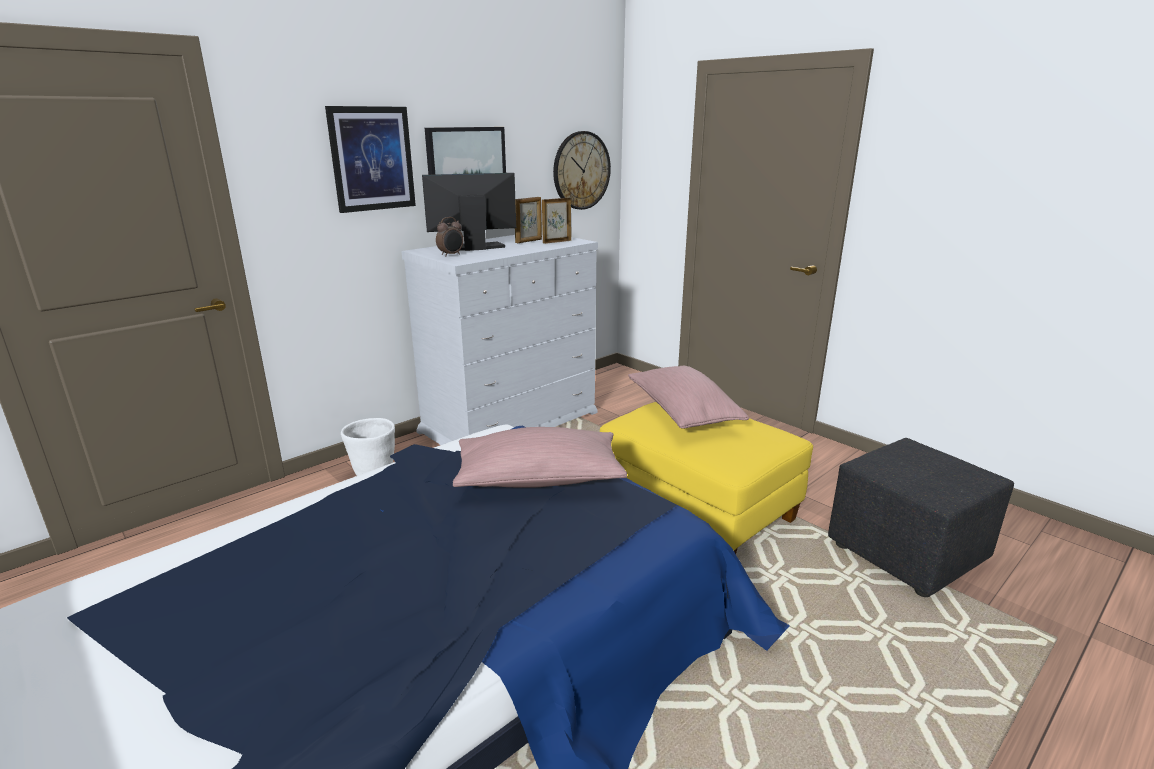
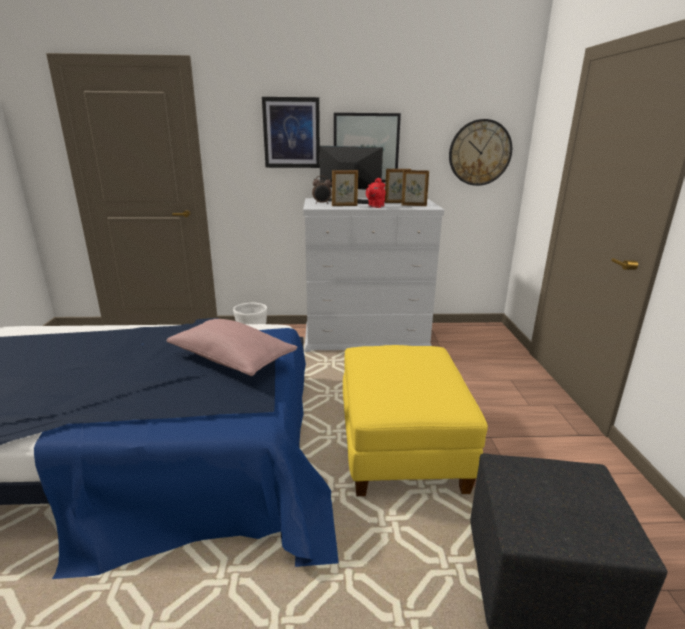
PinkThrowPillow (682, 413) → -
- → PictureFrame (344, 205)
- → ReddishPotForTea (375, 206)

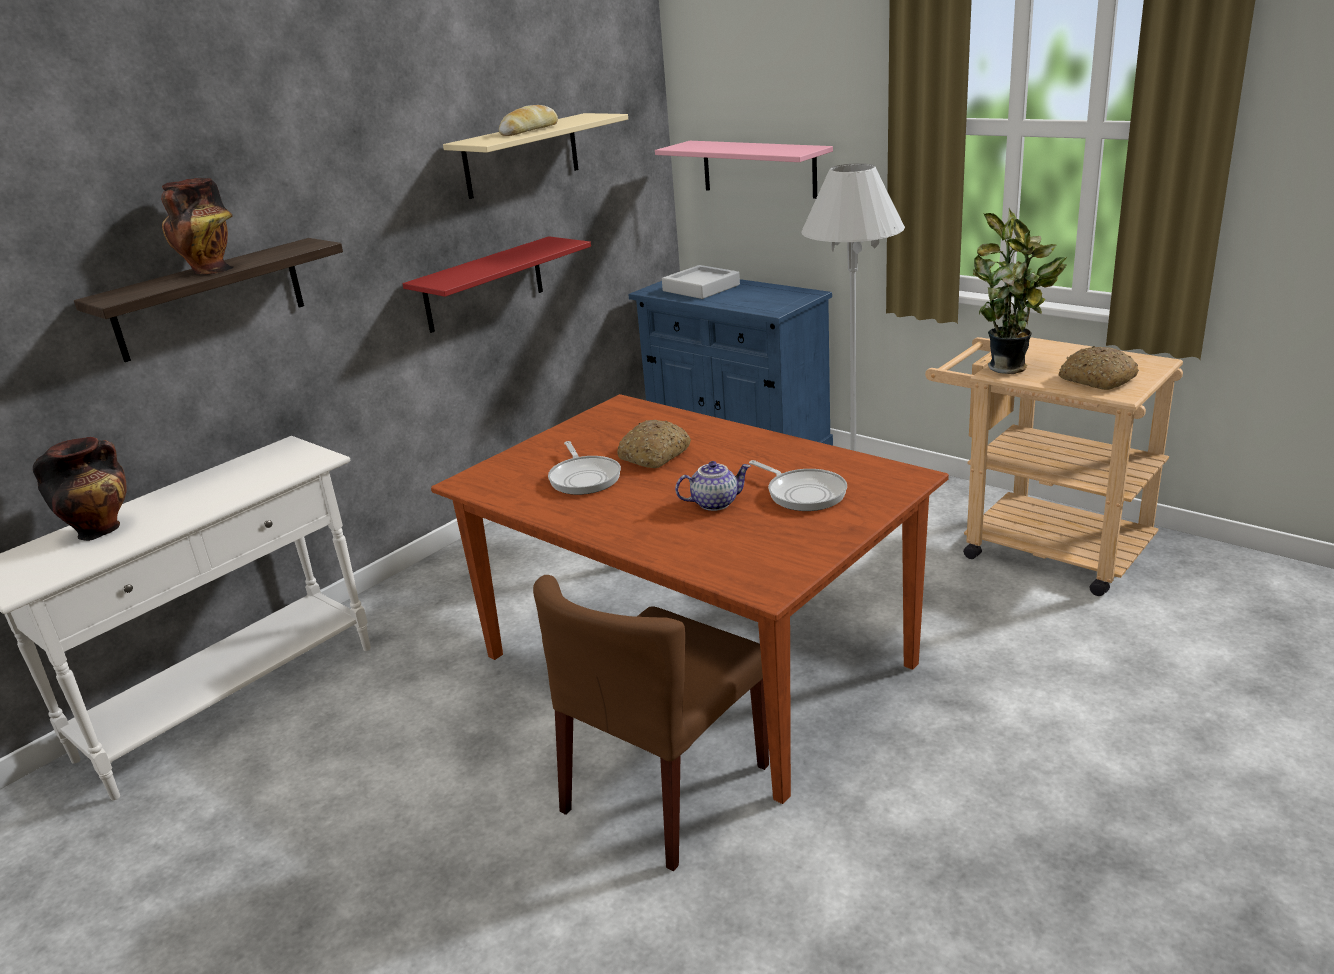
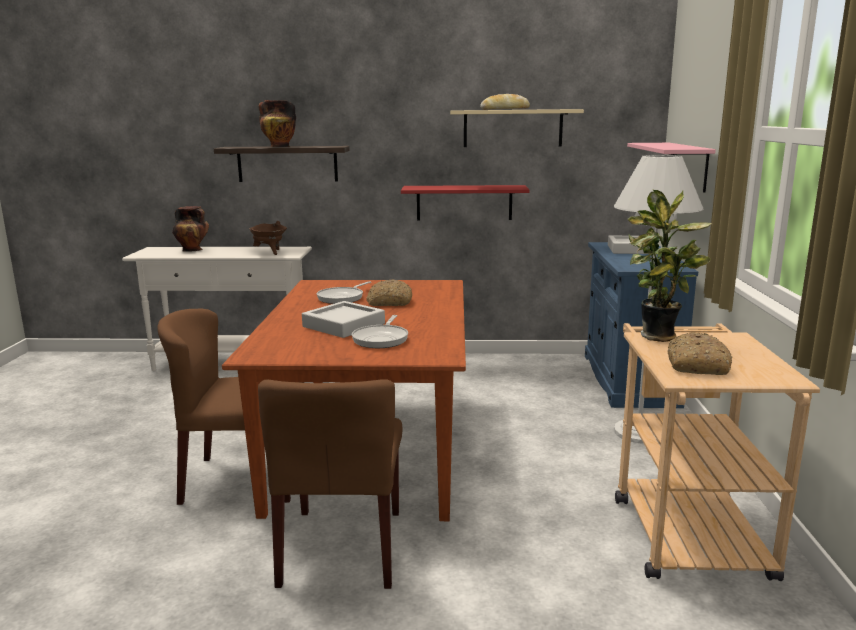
PotForTea (715, 503) → GreyServingTray (344, 325)
- → BrownColouredStockpot (269, 252)
- → BrownColouredUprightChair (342, 547)

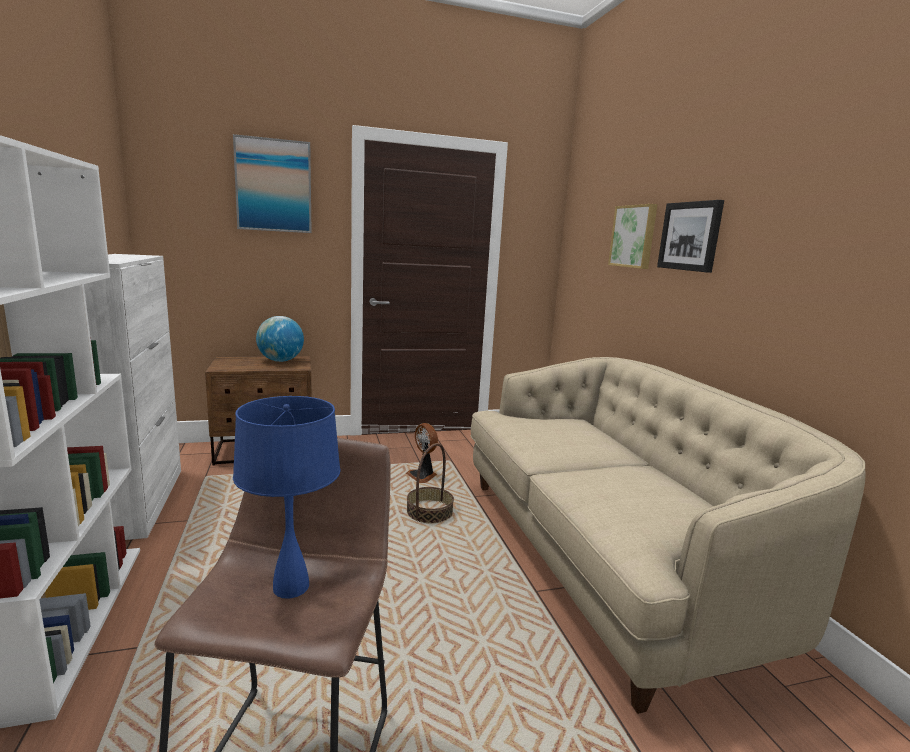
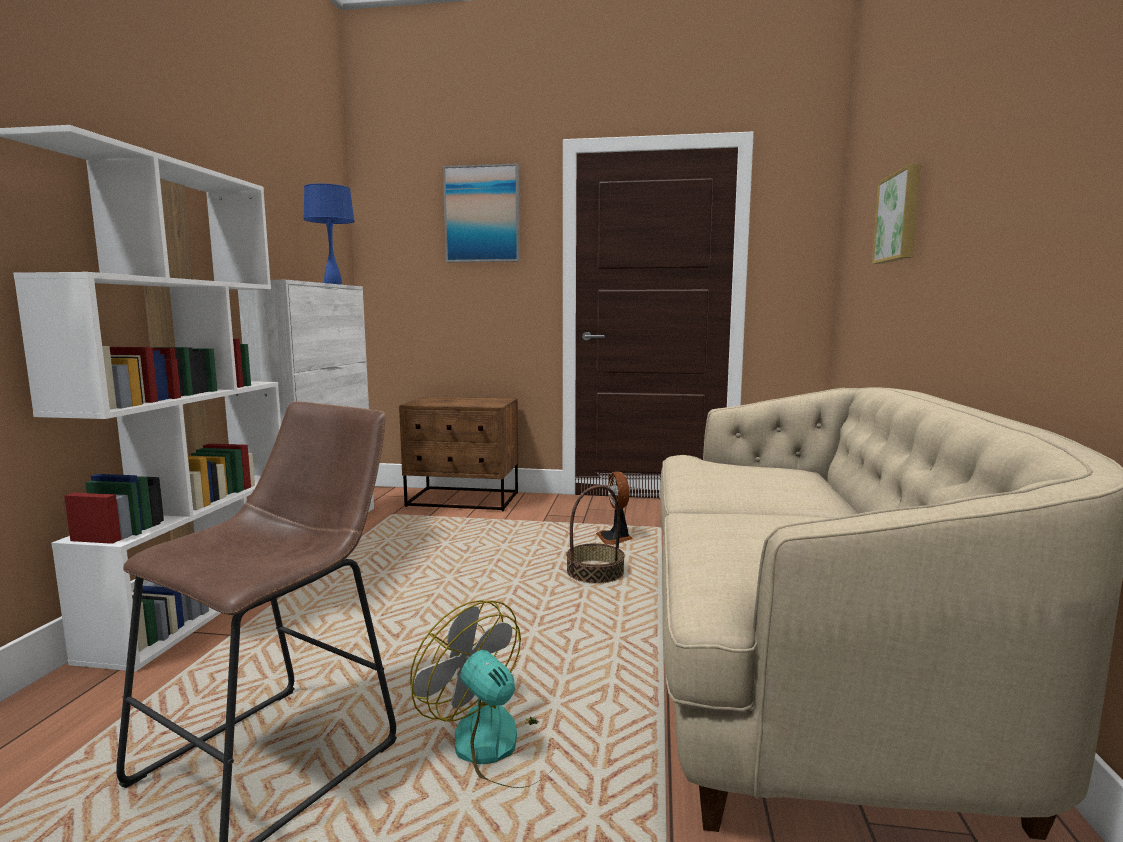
BlueColouredLampForATable (291, 586) → BlueColouredLampForATable (333, 284), move
WorldGlobe (280, 361) → -
Picture (690, 236) → -
- → CoolingFan (500, 747)

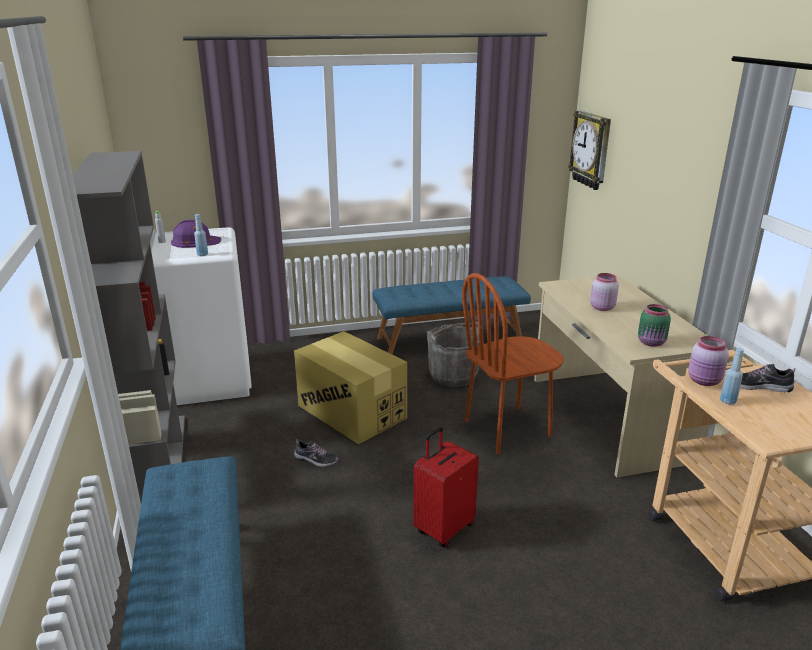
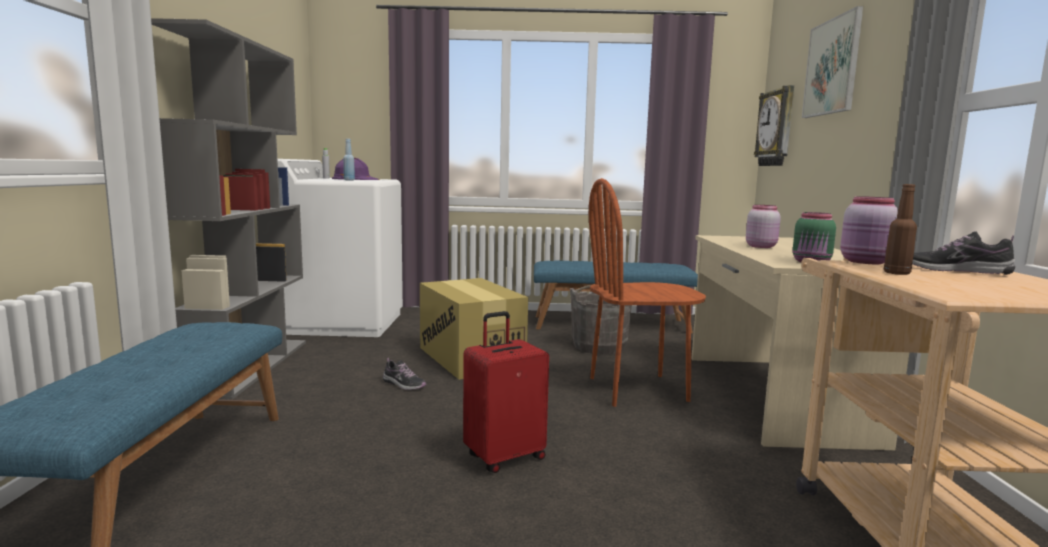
BlueColouredDrinkBottle (728, 401) → BrownColouredDrinkBottle (897, 273)
- → Picture (832, 67)

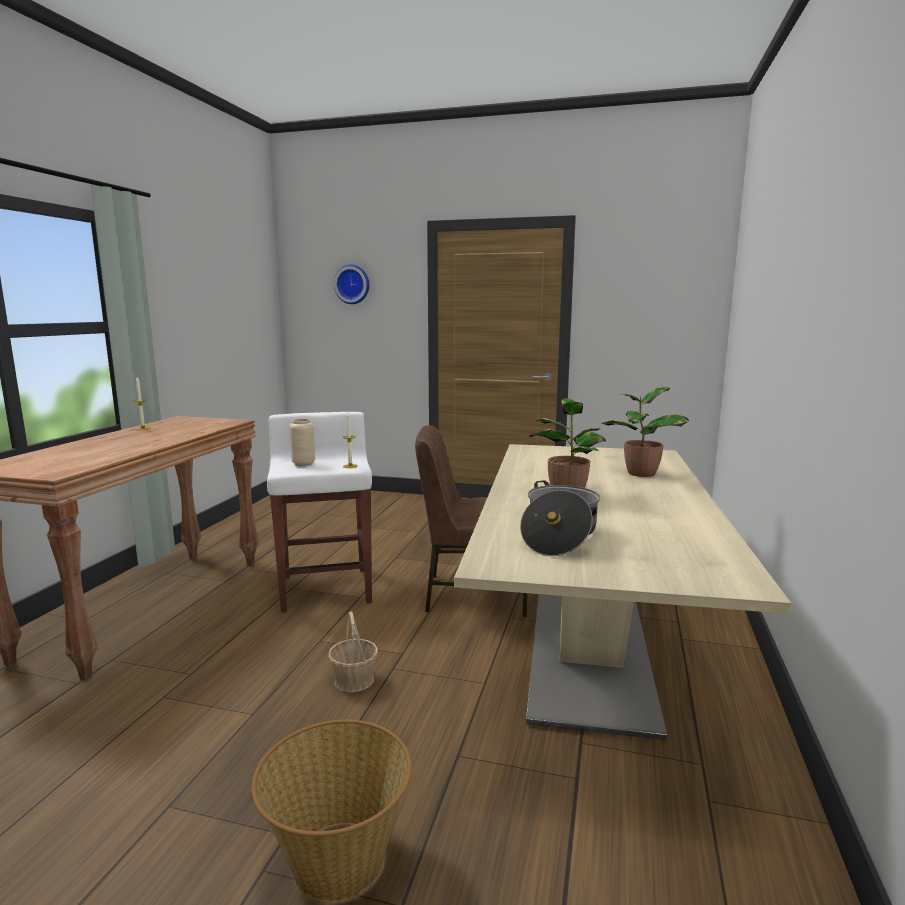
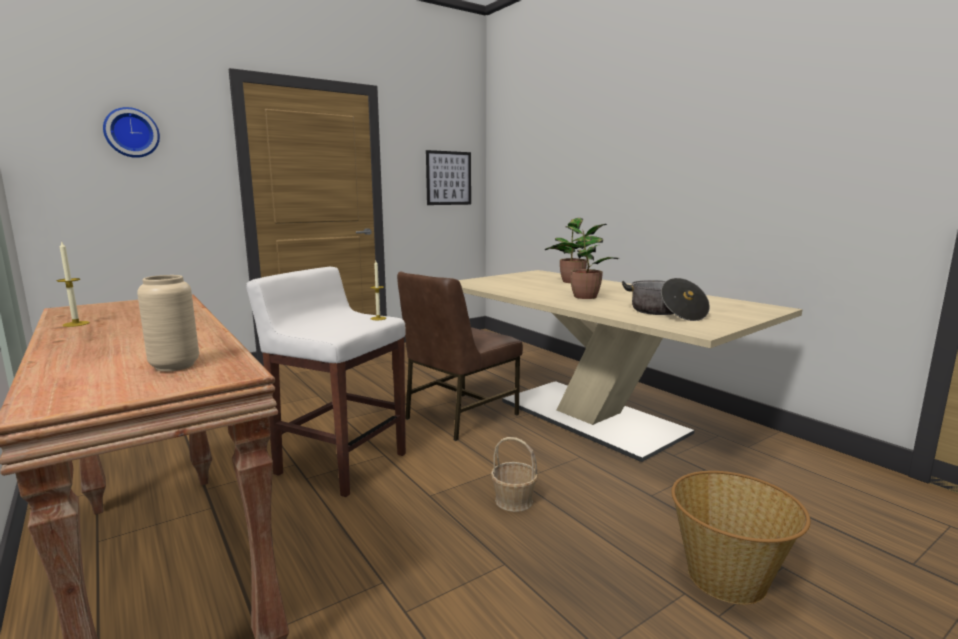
BeigeVase (303, 464) → BeigeVase (175, 366), move
- → Picture (448, 178)

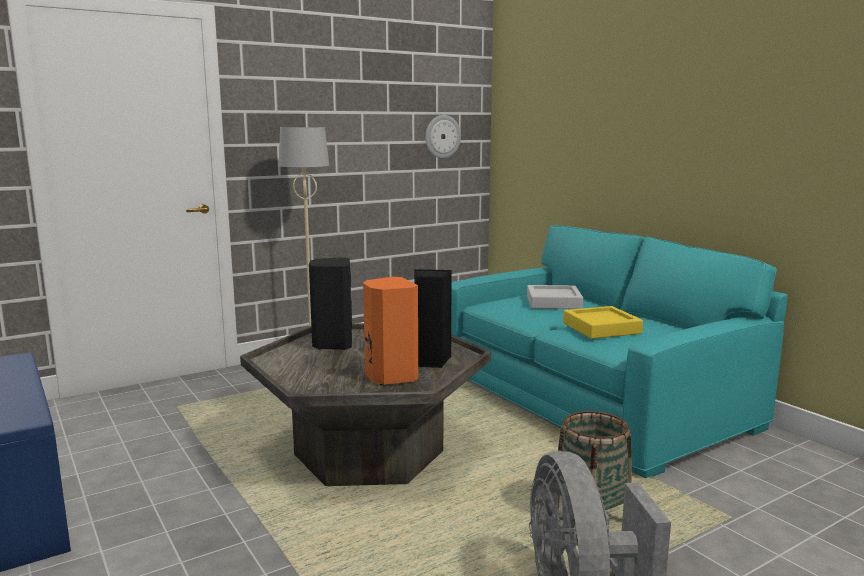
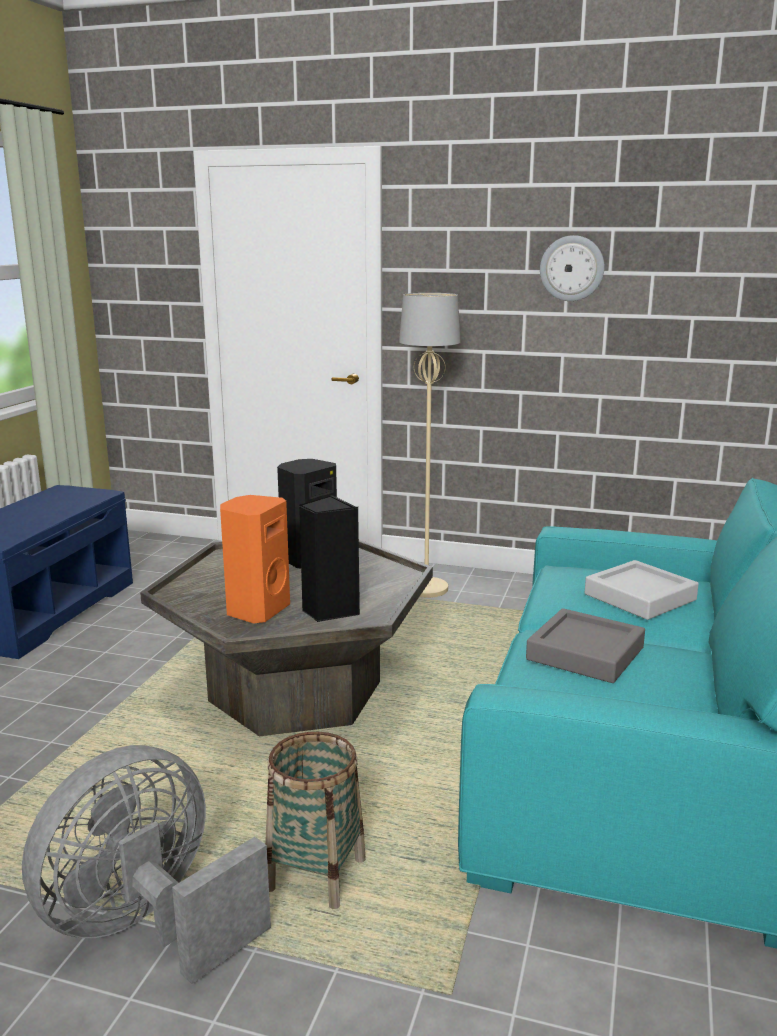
HangingClock (442, 136) → HangingClock (572, 268), move
YellowServingTray (601, 328) → GreyServingTray (585, 653)

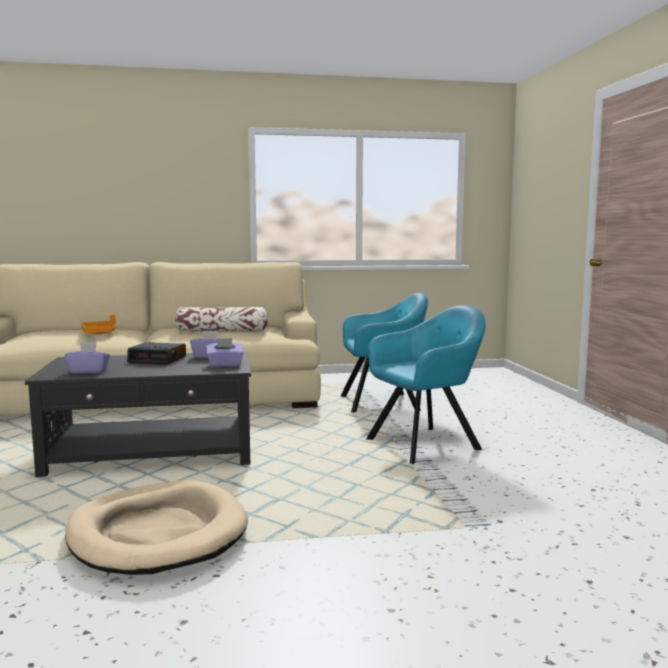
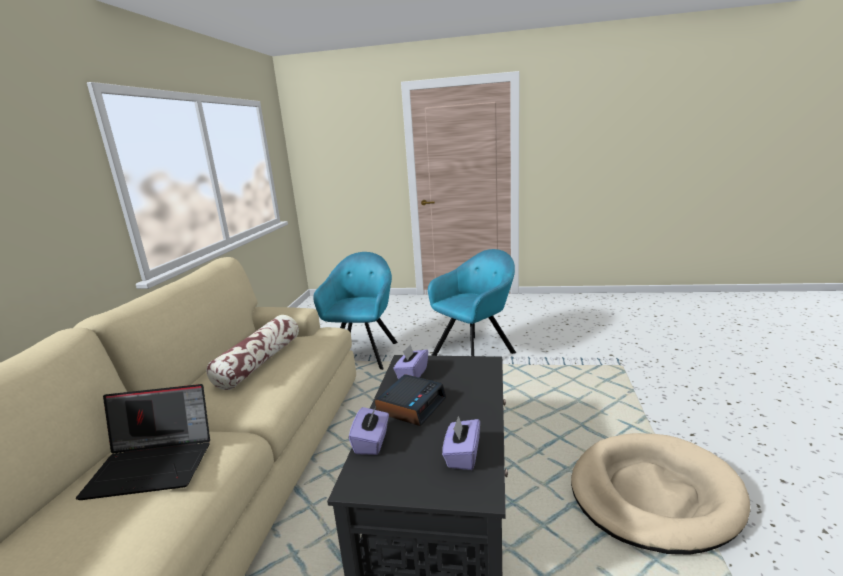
OrangeColouredServingTray (100, 333) → NotebookComputer (155, 464)
PurpleColouredBoxOfTissues (225, 365) → PurpleColouredBoxOfTissues (372, 442), move
BlueGreenArmchair (426, 443) → BlueGreenArmchair (476, 352), 60 degrees clockwise

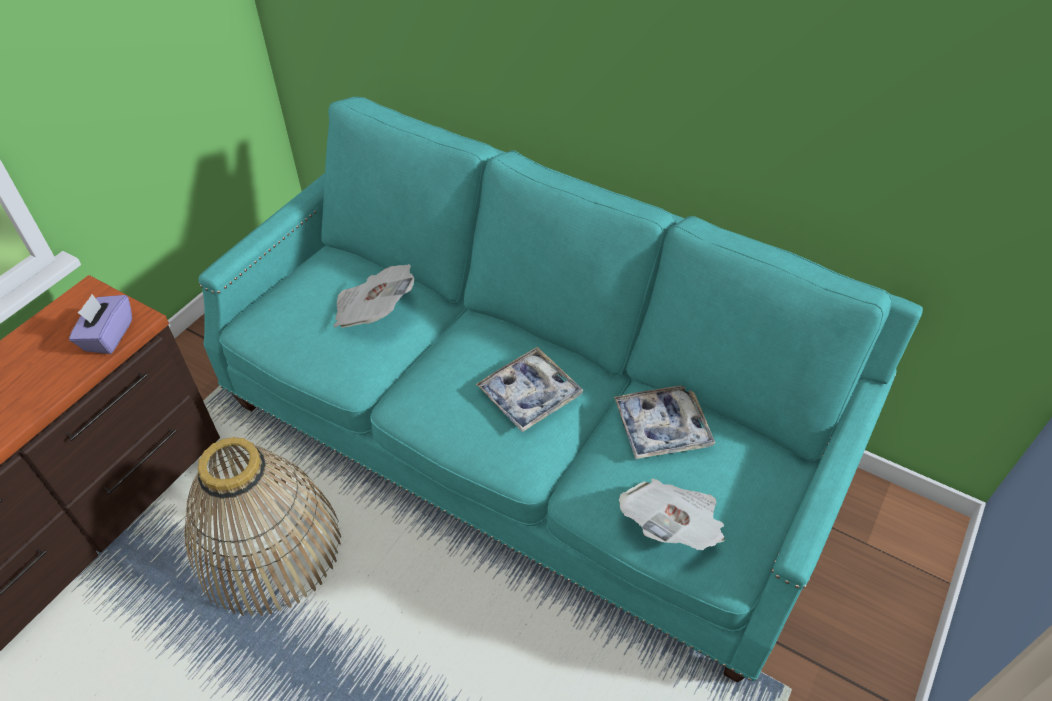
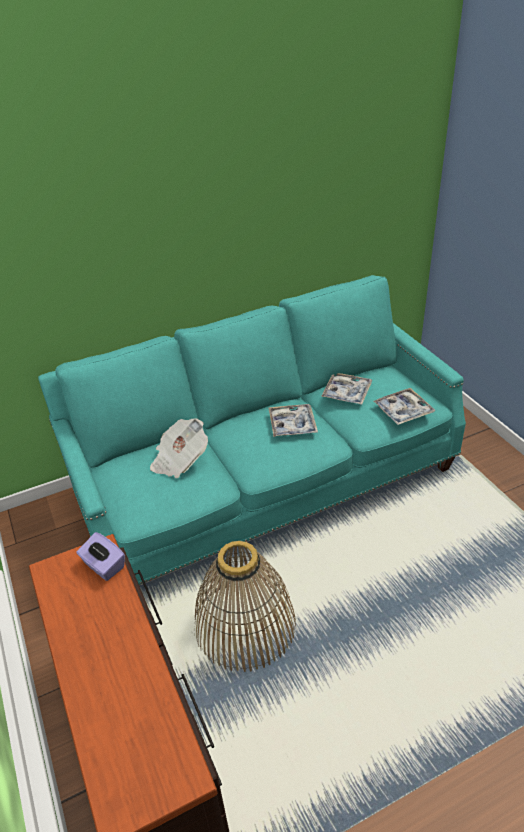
Newspaper (672, 527) → ServingTray (403, 411)

